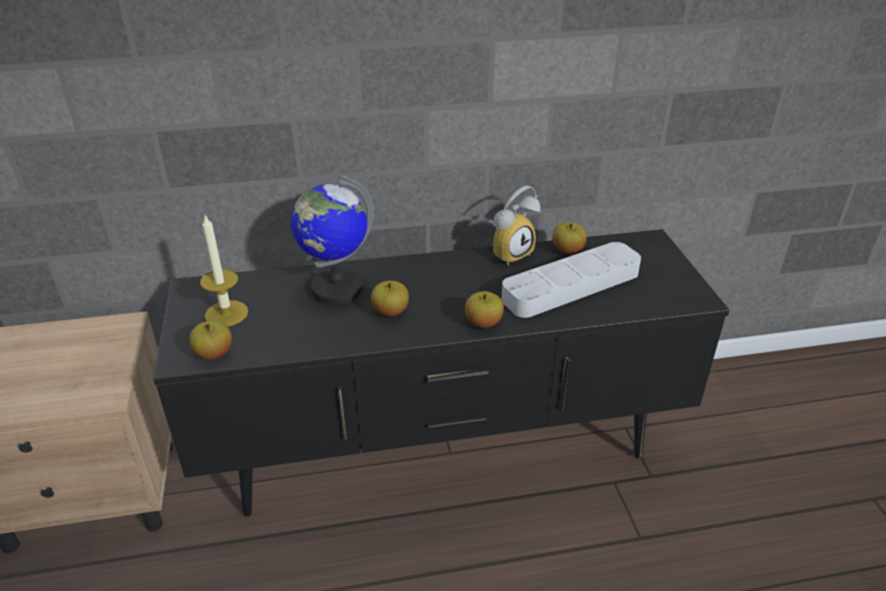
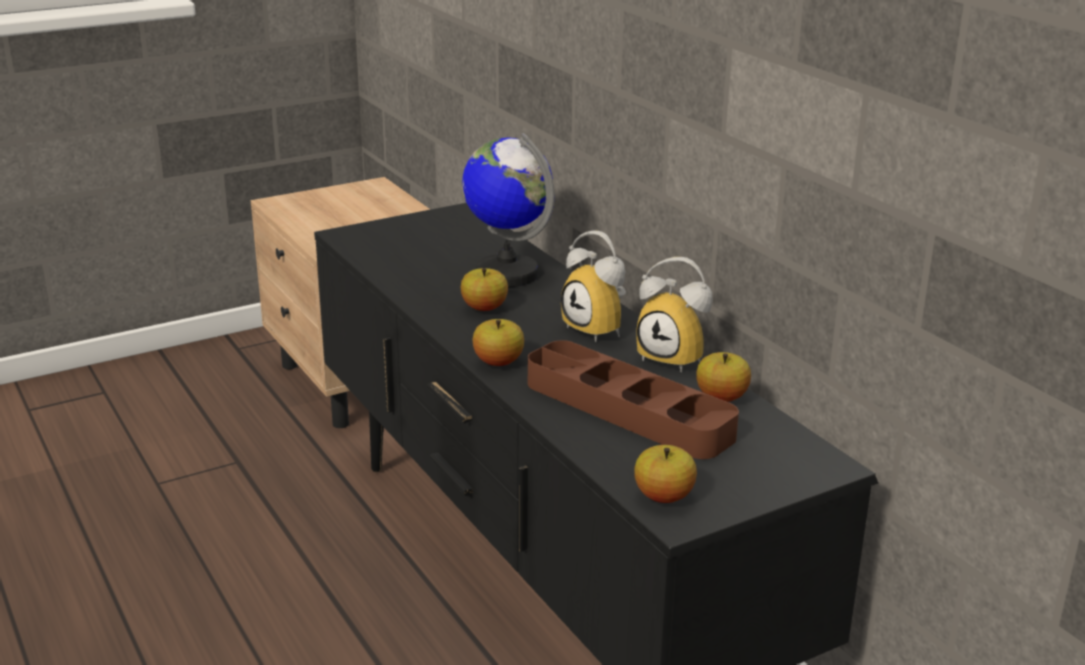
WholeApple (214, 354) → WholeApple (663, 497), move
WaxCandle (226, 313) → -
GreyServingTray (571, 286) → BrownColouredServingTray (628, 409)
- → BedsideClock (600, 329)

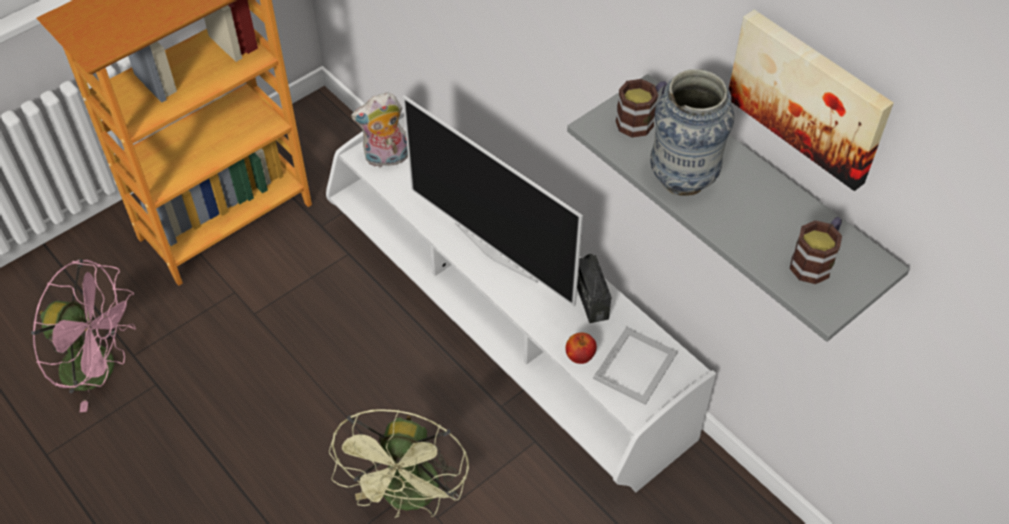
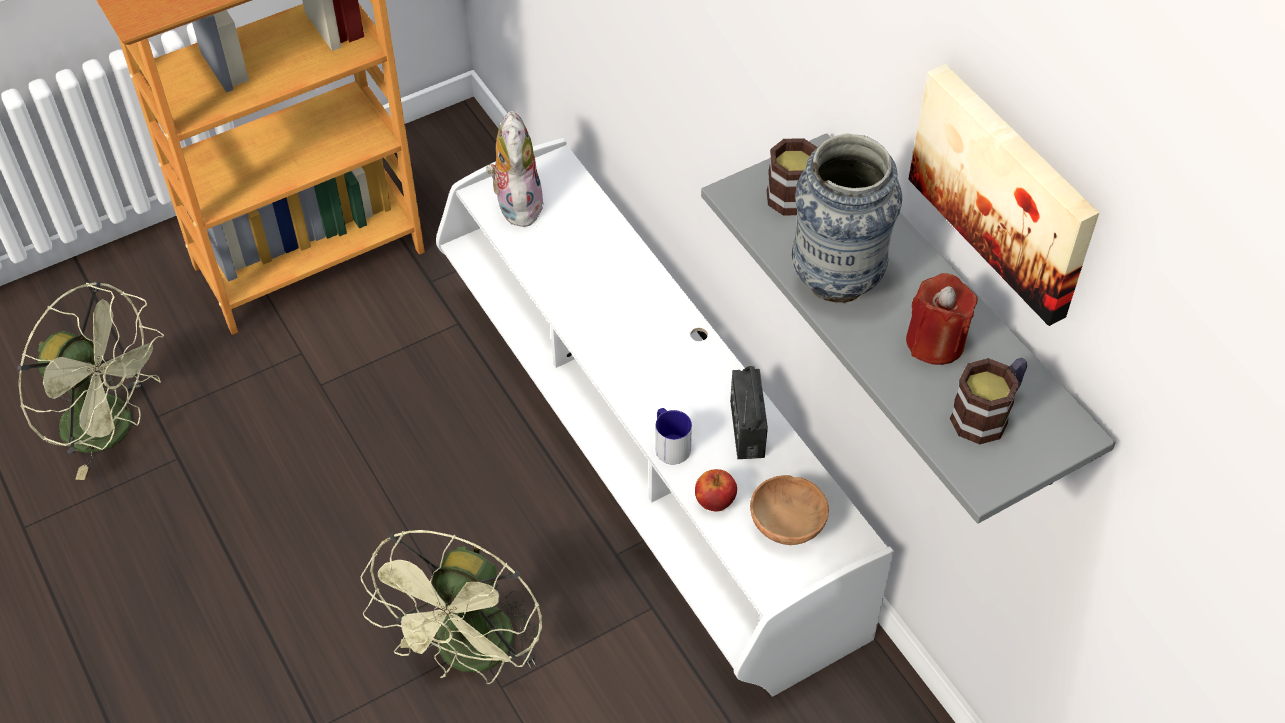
PinkCoolingFan (100, 369) → GreenishCoolingFan (112, 428)
PlushToy (386, 159) → PlushToy (516, 204), 90 degrees clockwise
Tv (497, 251) → -
PictureFrame (636, 365) → BrownColouredDeepDish (788, 524)
- → TeaMug (669, 444)
- → ReddishWaxCandle (935, 342)

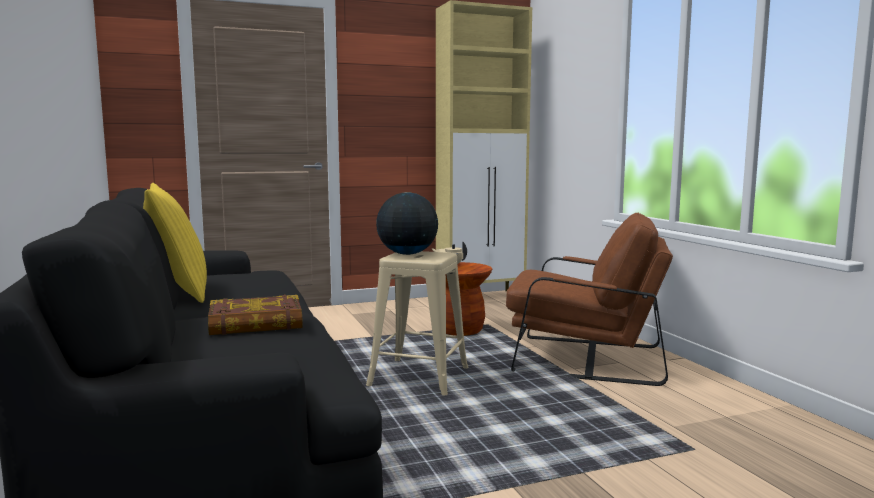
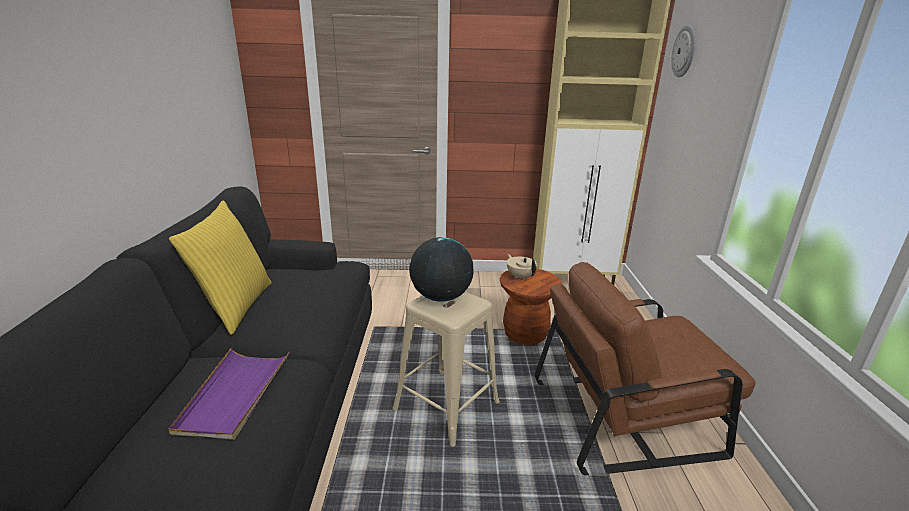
Volume (256, 323) → PurpleColouredServingTray (235, 394)
BrownColouredArmchair (584, 358) → BrownColouredArmchair (627, 415), 135 degrees clockwise
- → HangingClock (684, 51)

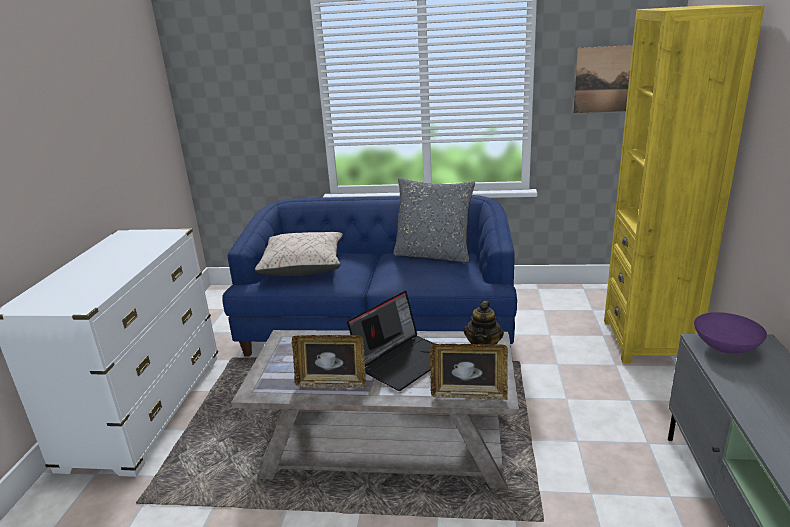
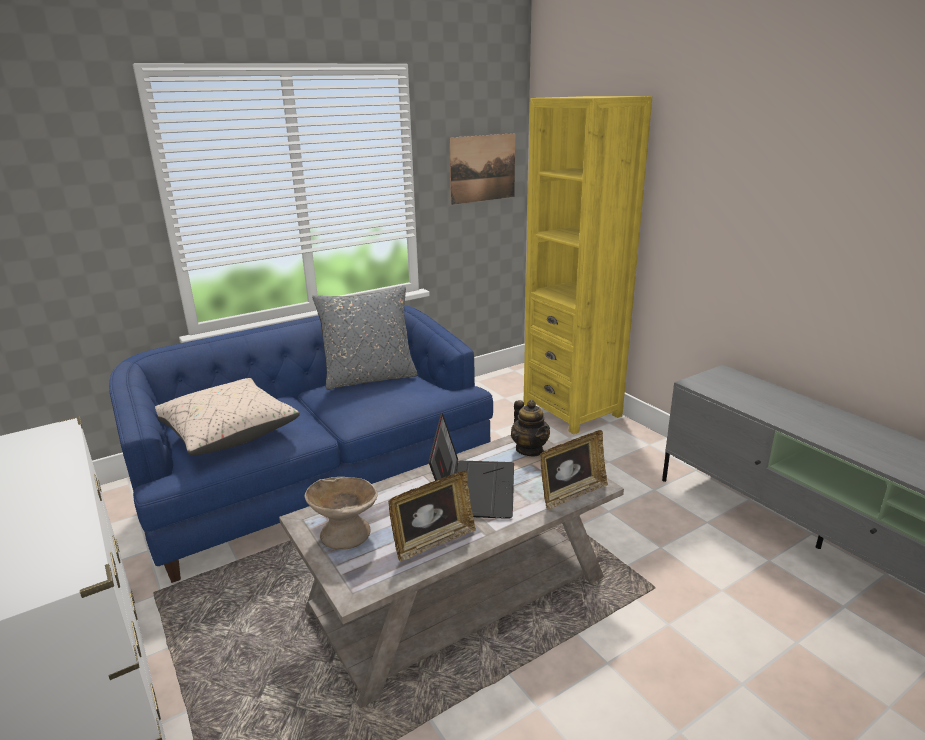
PurpleColouredDeepDish (726, 349) → -
- → BeigeDeepDish (345, 534)

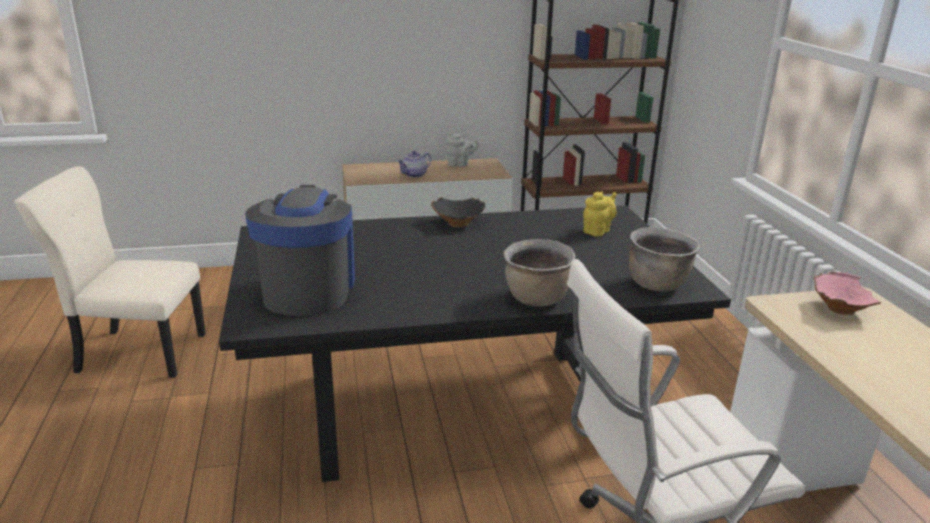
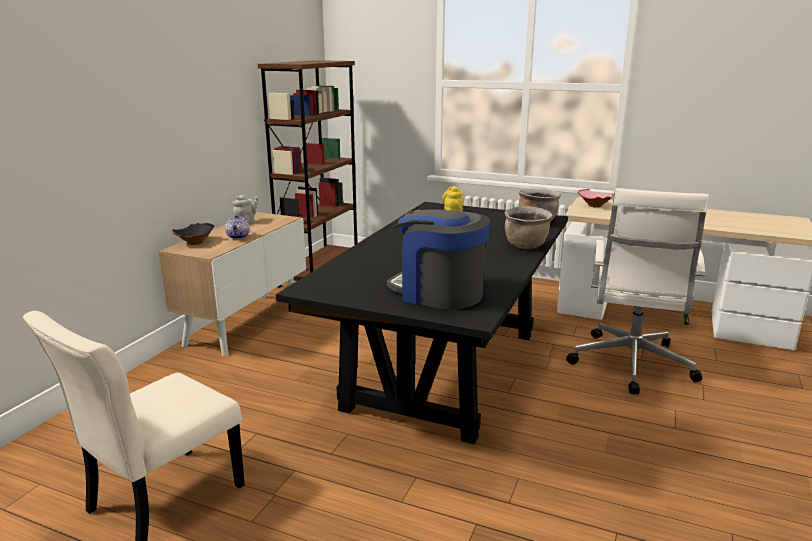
BlackDeepDish (458, 223) → BlackDeepDish (194, 242), move

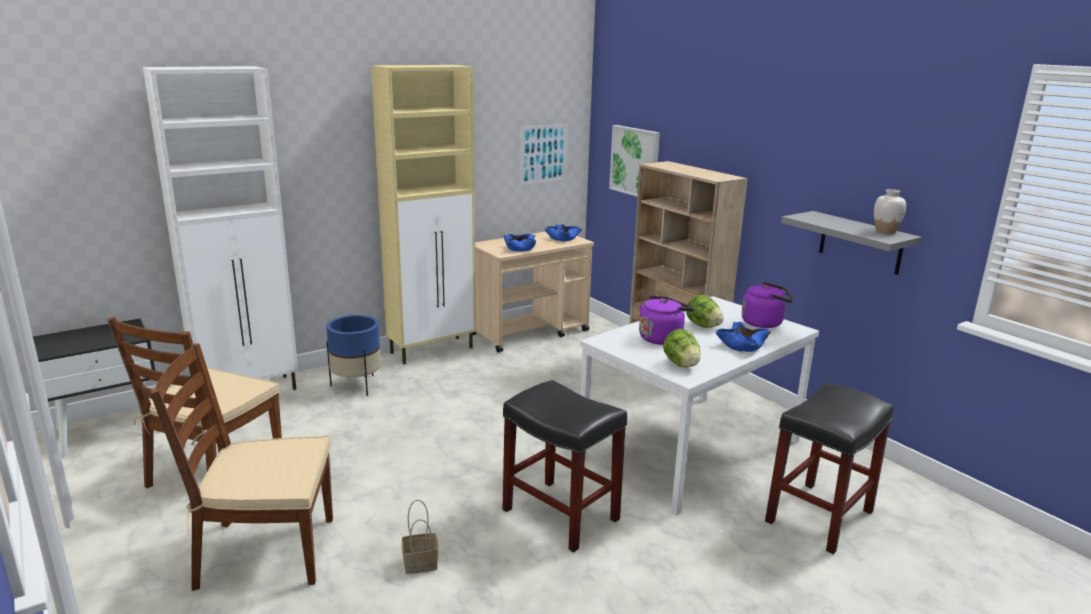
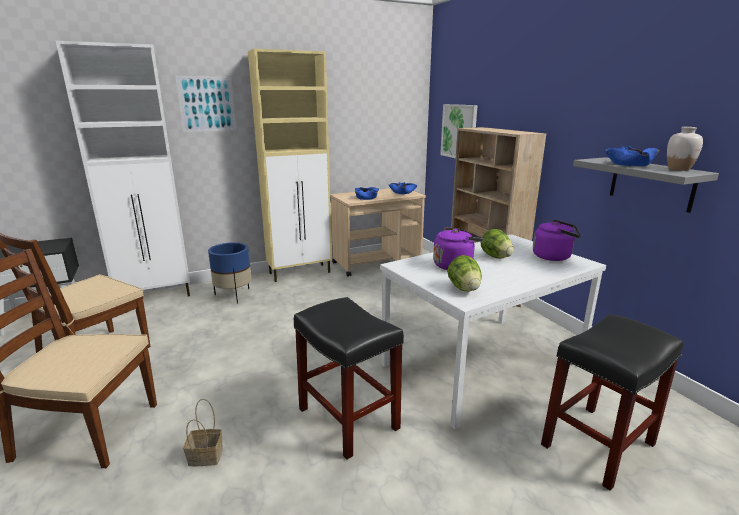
Picture (543, 154) → Picture (207, 104), move
BlueColouredDeepDish (742, 346) → BlueColouredDeepDish (630, 164), move

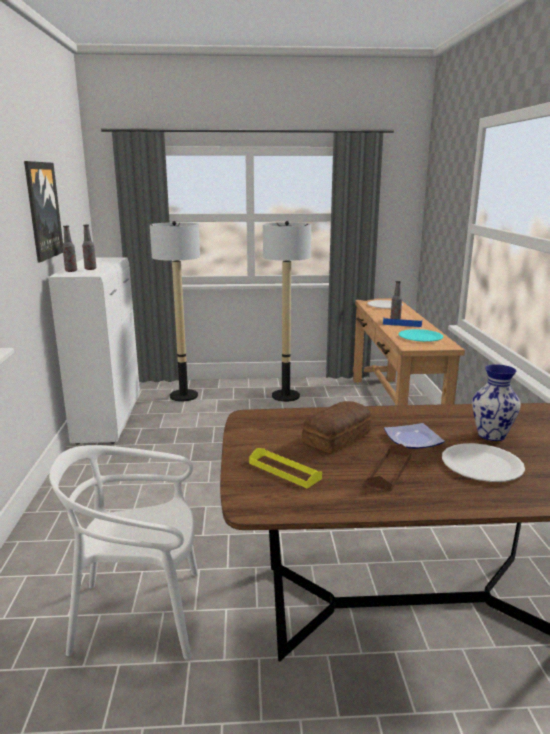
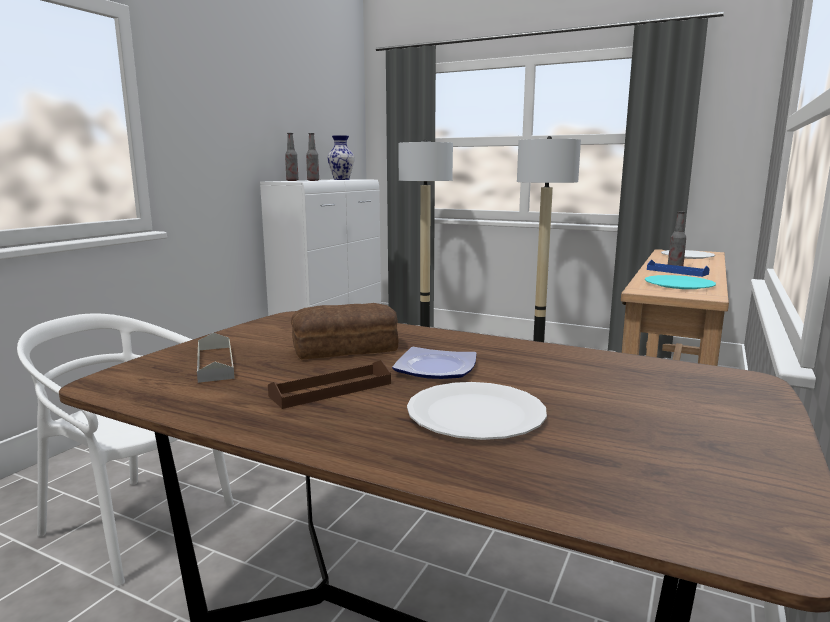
Picture (43, 210) → -
YellowServingTray (284, 471) → GreyServingTray (215, 363)
Vase (492, 435) → Vase (342, 179), move

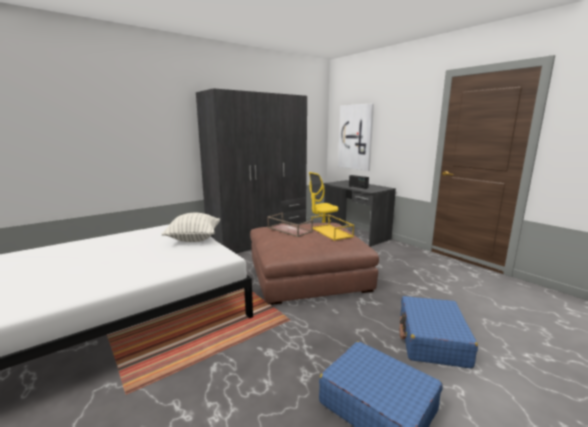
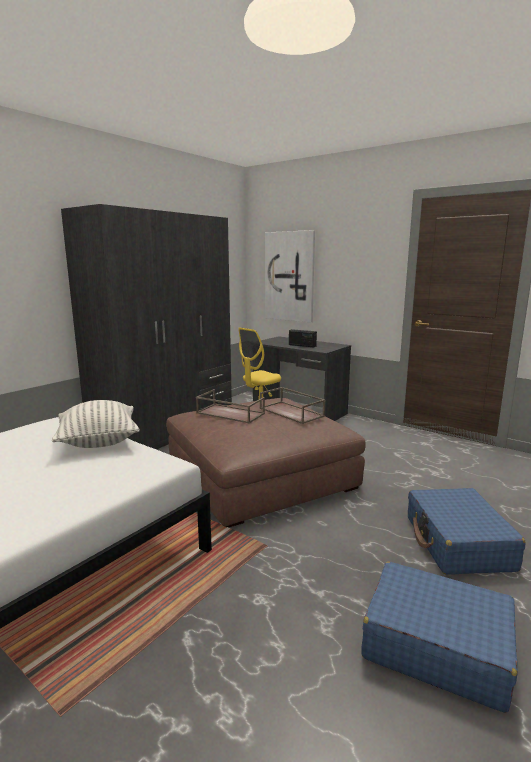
YellowServingTray (332, 232) → BrownColouredServingTray (292, 412)

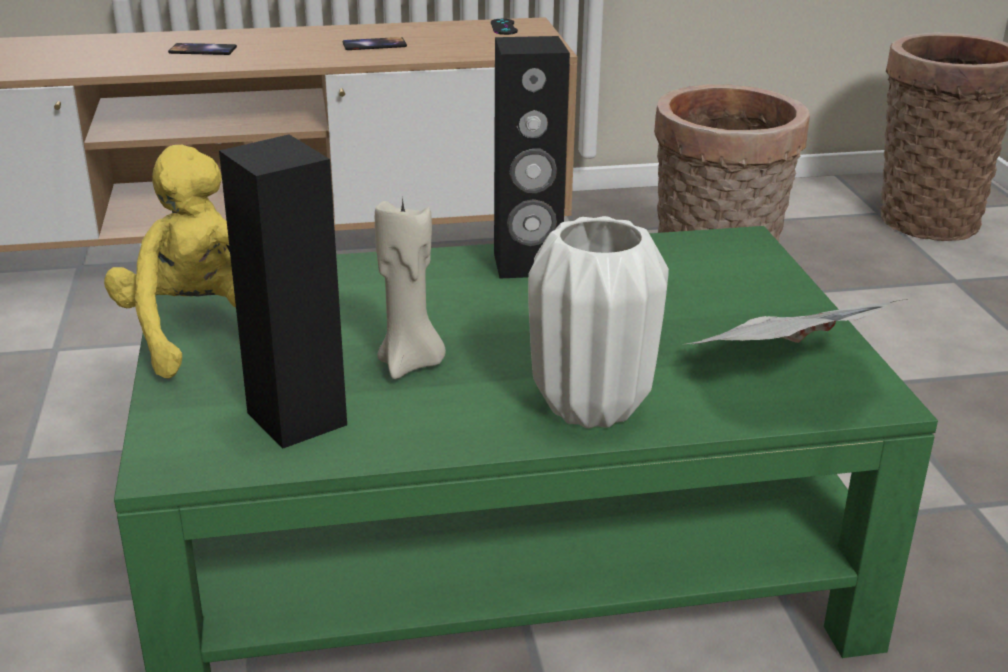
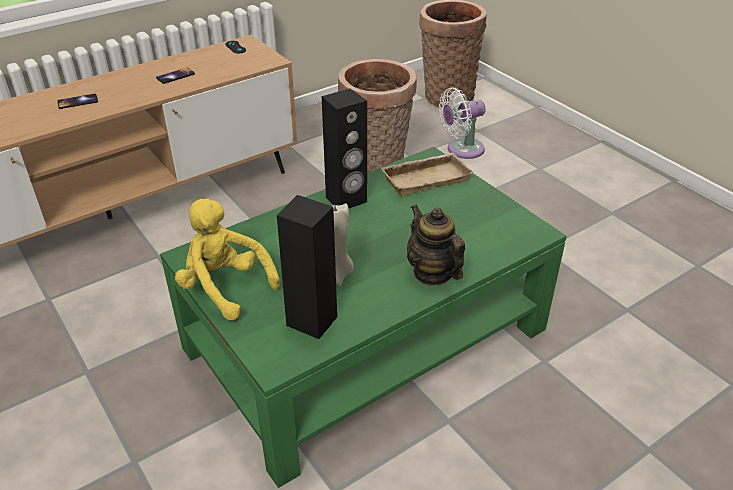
WhiteColouredVase (590, 407) → PotForTea (432, 273)
Newspaper (783, 371) → -
- → BeigeServingTray (426, 178)
- → WhiteColouredCoolingFan (461, 149)

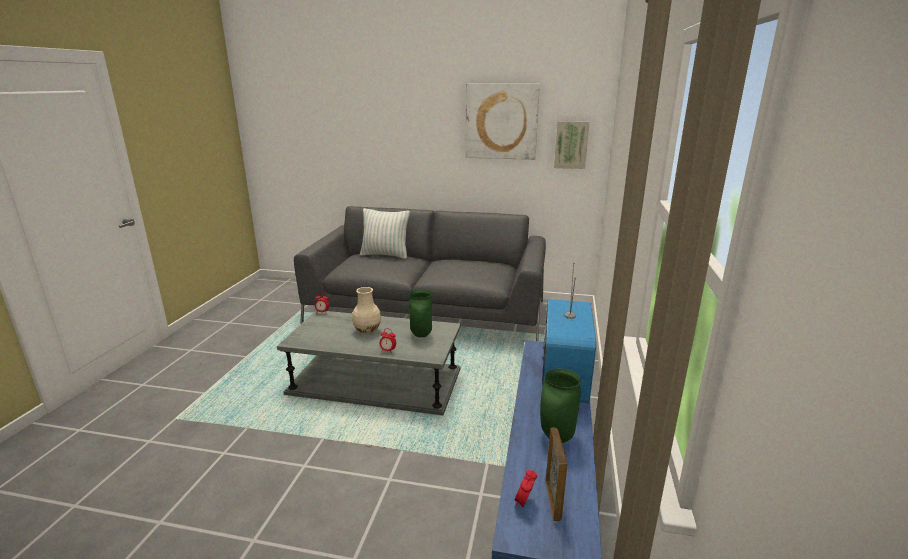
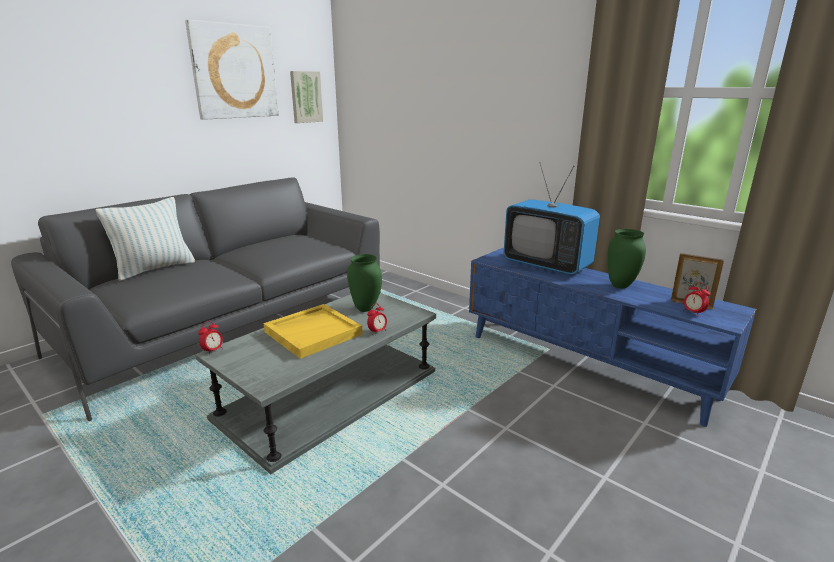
BeigeVase (368, 330) → YellowServingTray (313, 332)

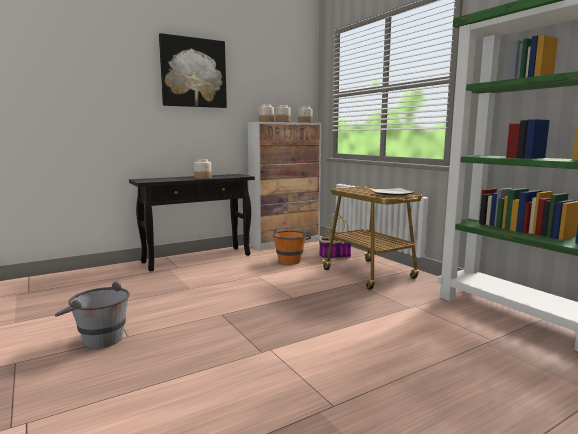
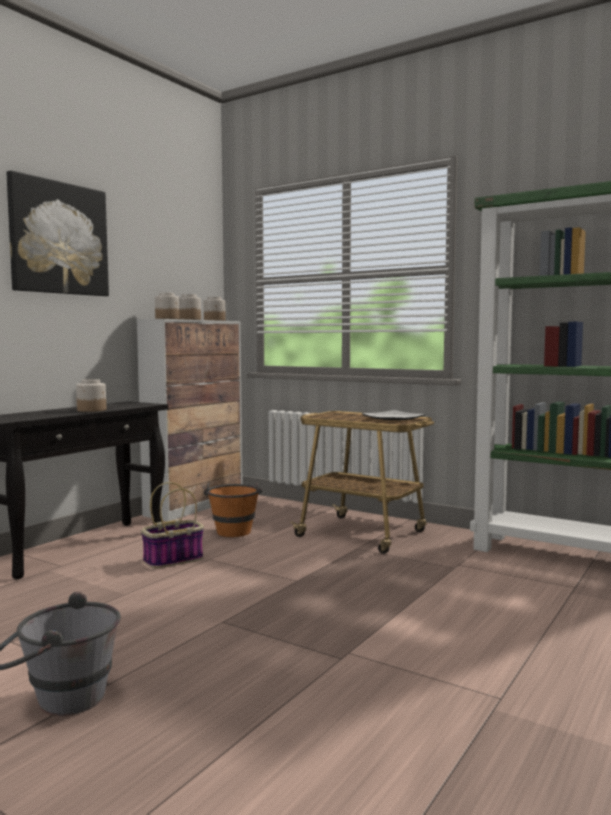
Basket (334, 256) → Basket (173, 560), move

